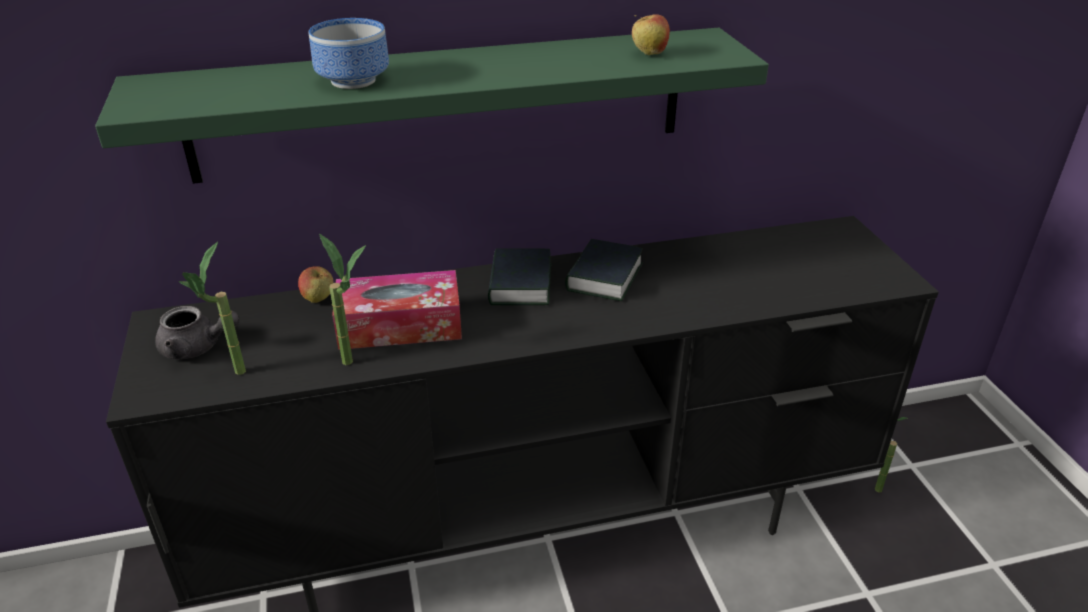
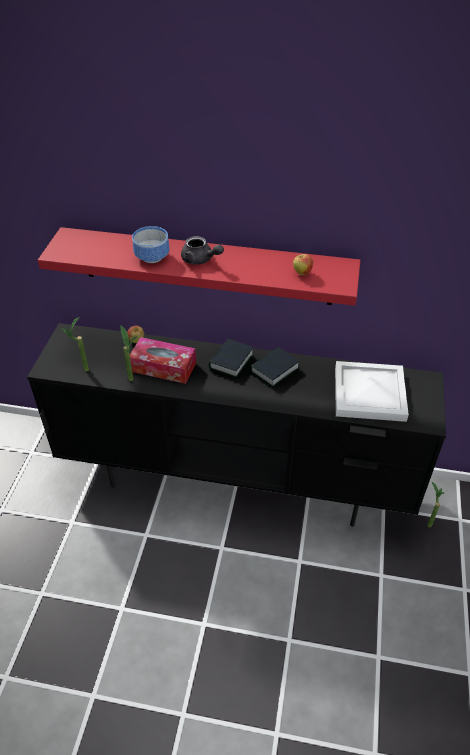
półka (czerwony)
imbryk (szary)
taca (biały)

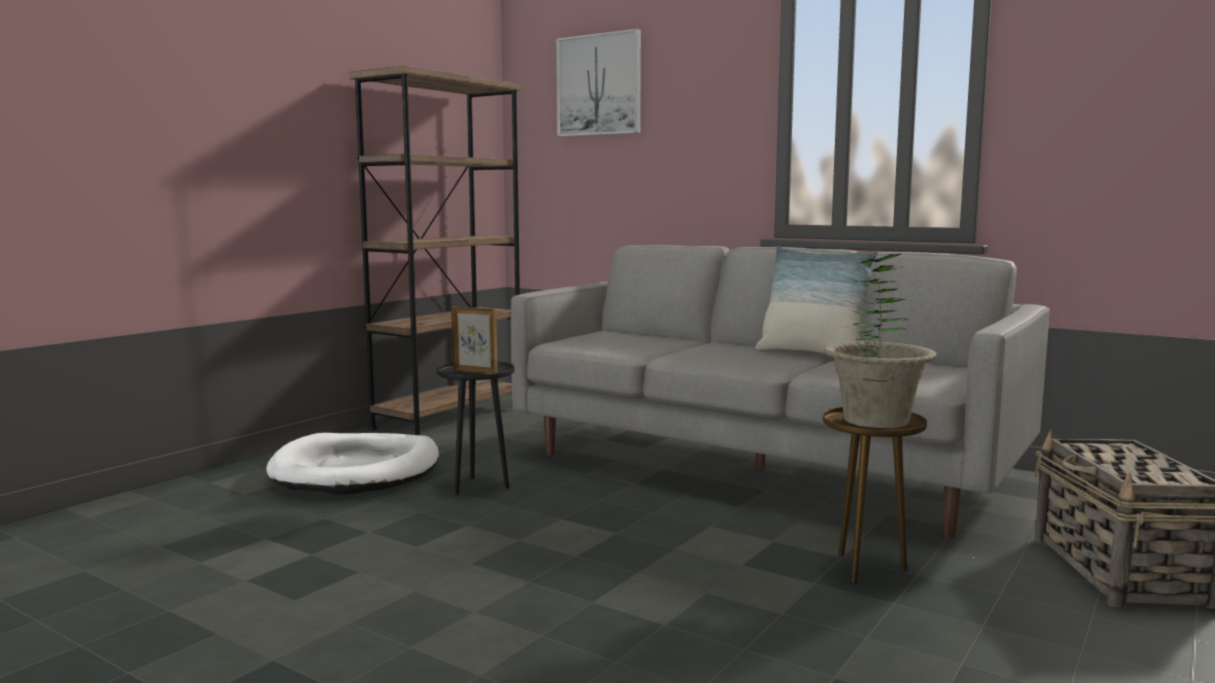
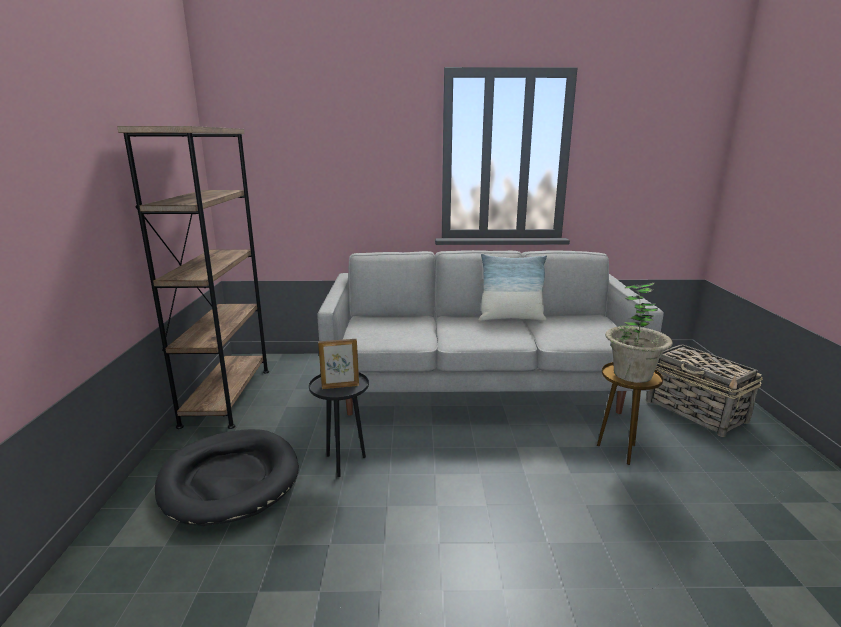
obraz
legowisko (czarny)

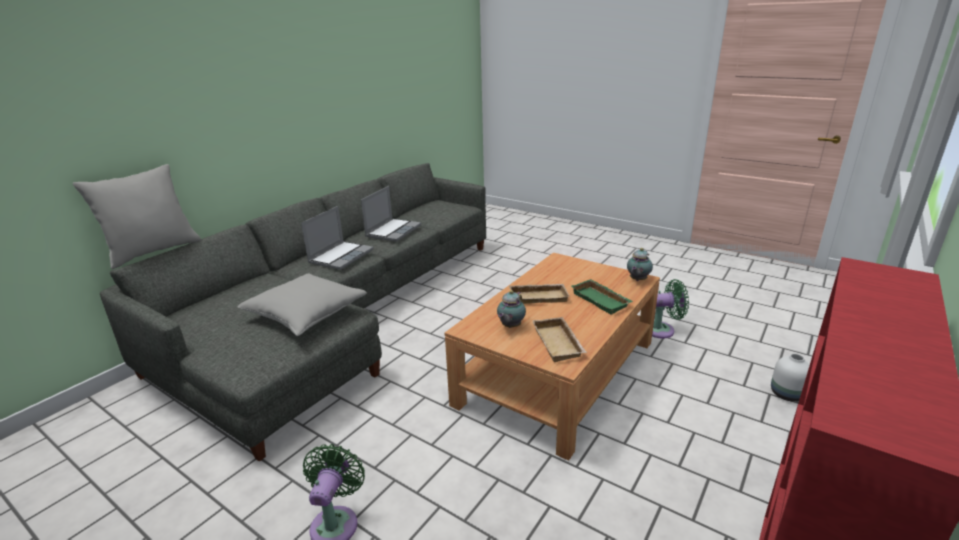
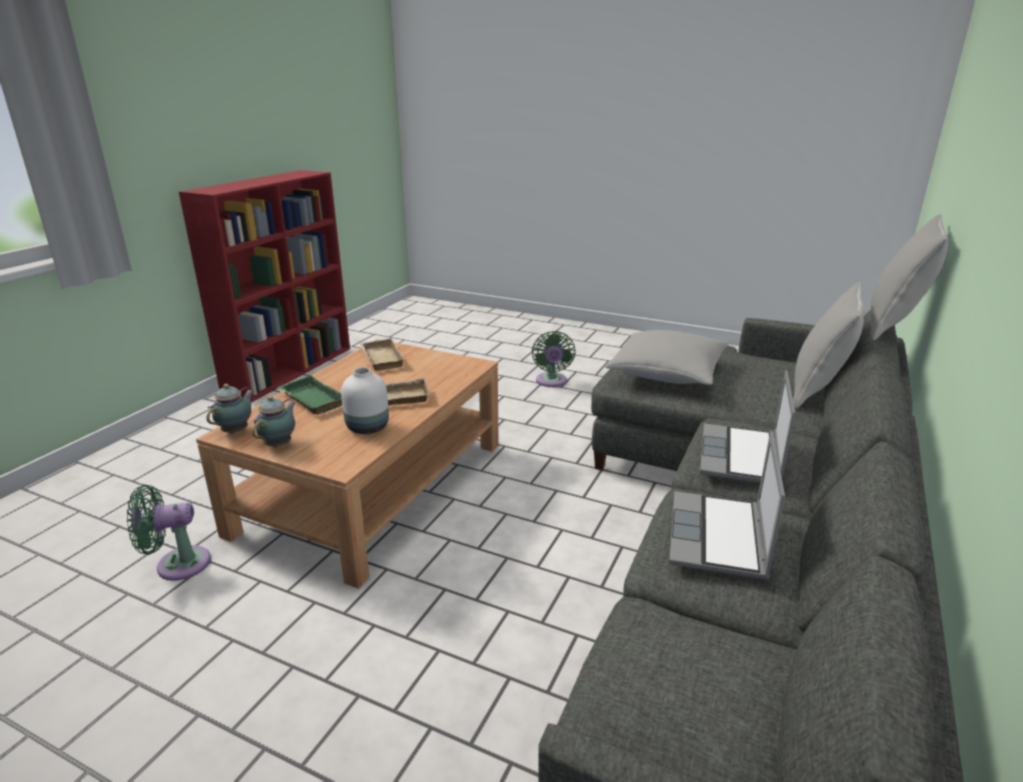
imbryk (no. 2 from left)
wazon (biały)
poduszka (szary) (no. 2 from left)

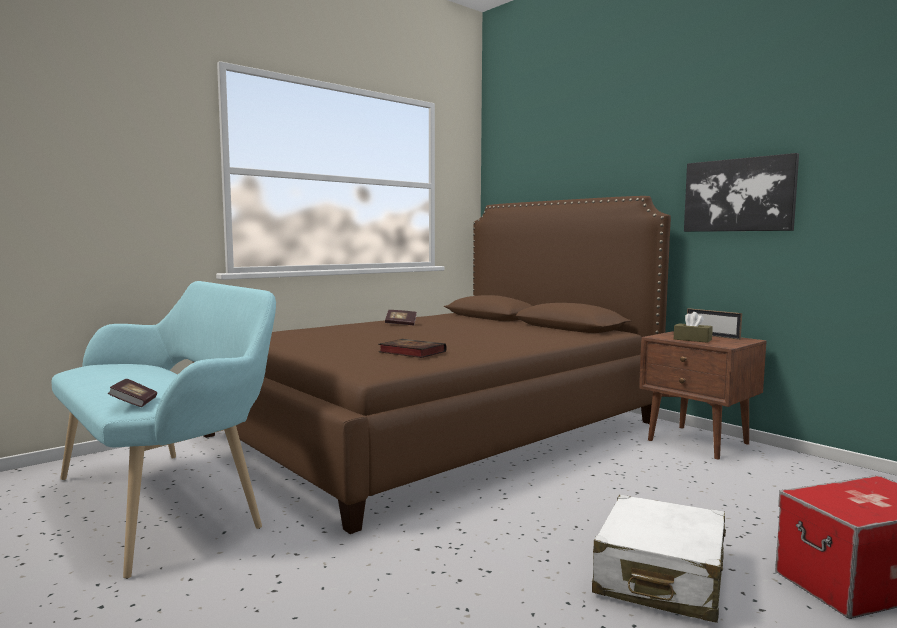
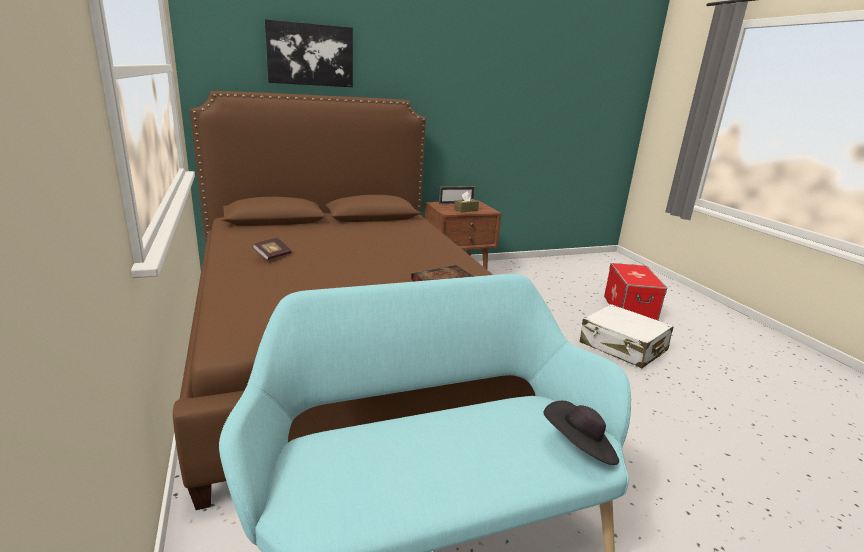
obraz
kapelusz (czarny)

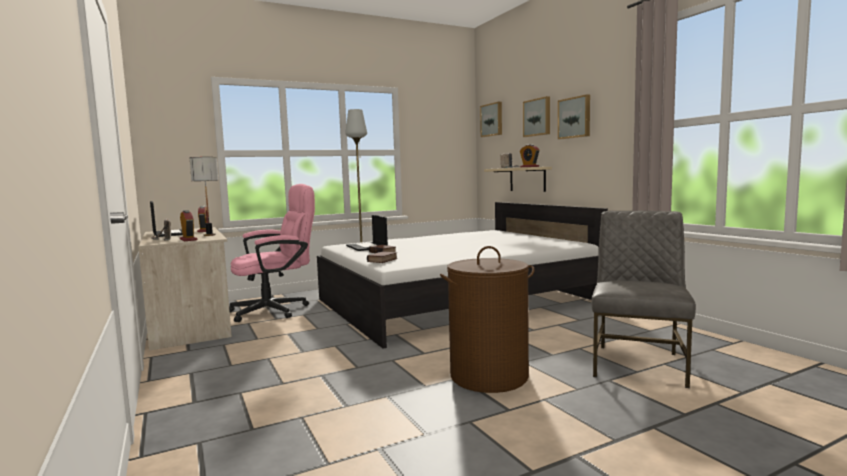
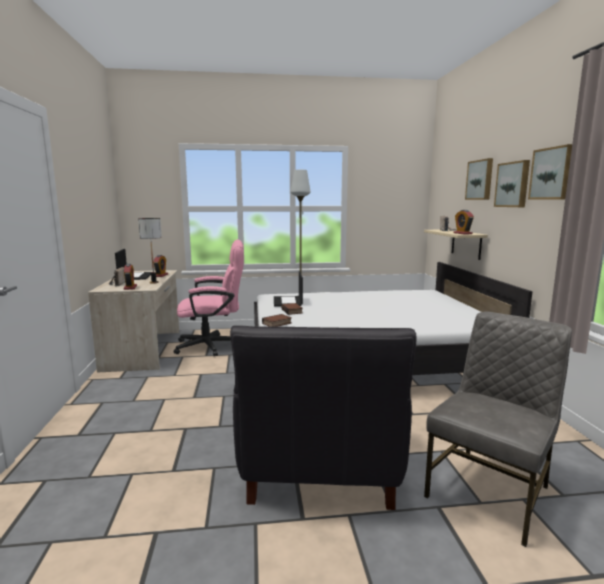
obraz (no. 3 from left)
fotel (czarny)

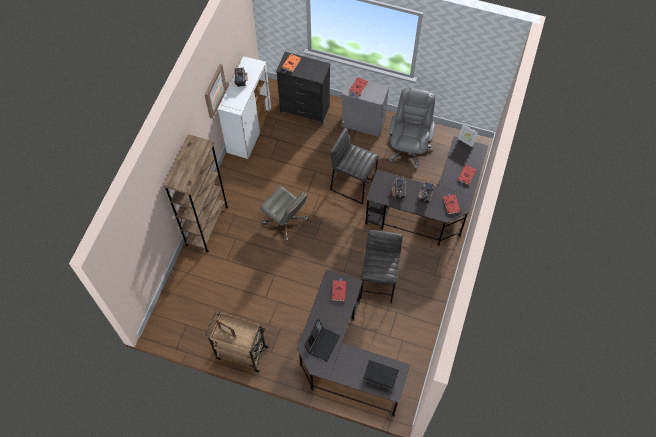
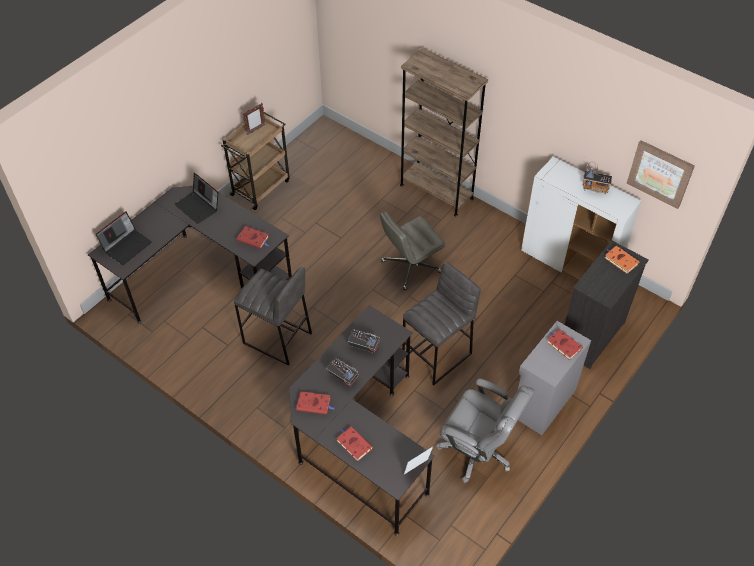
obraz

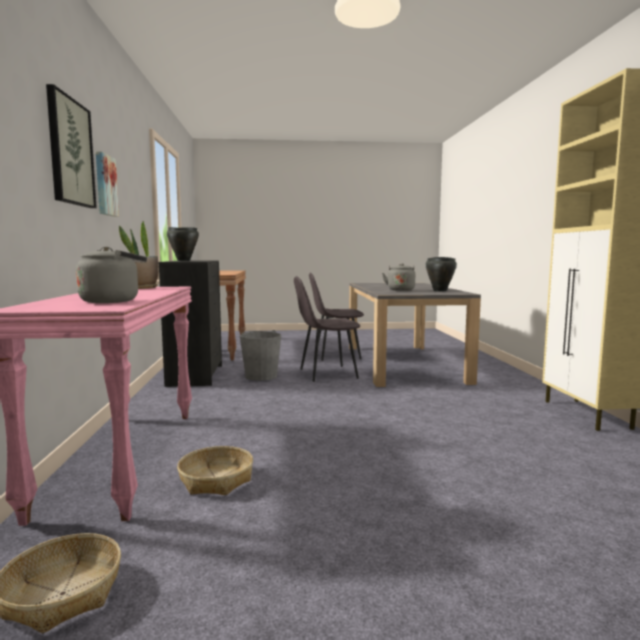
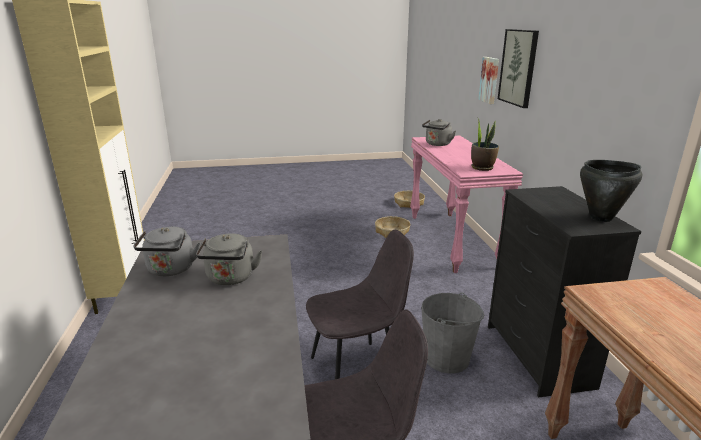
obraz (no. 1 from left)
czajnik (szary) (no. 1 from left)

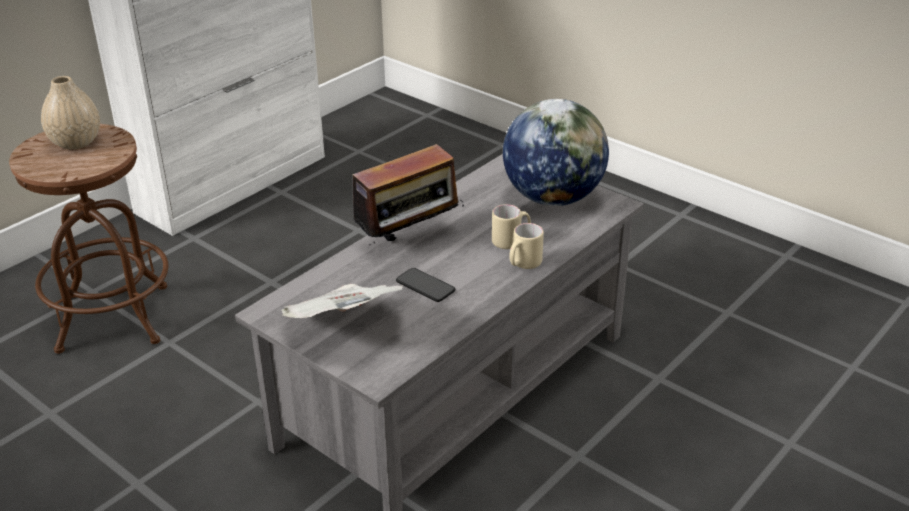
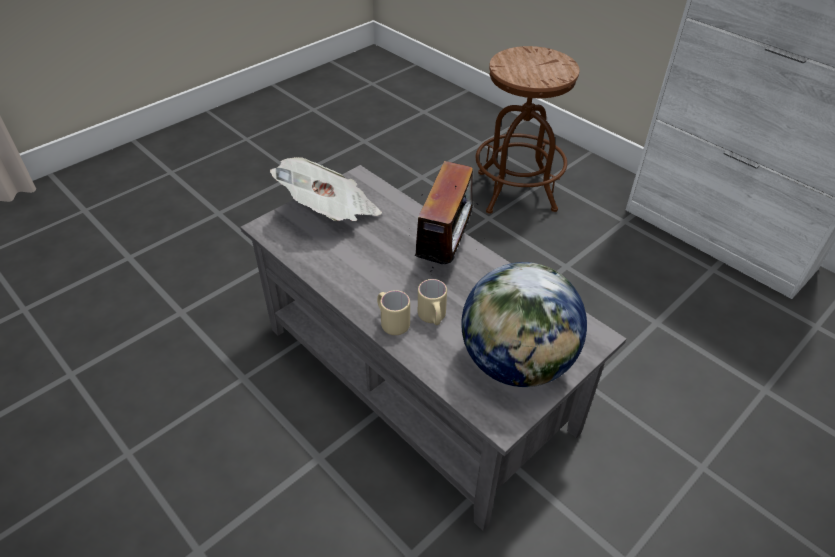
wazon (beżowy)
radio
telefon

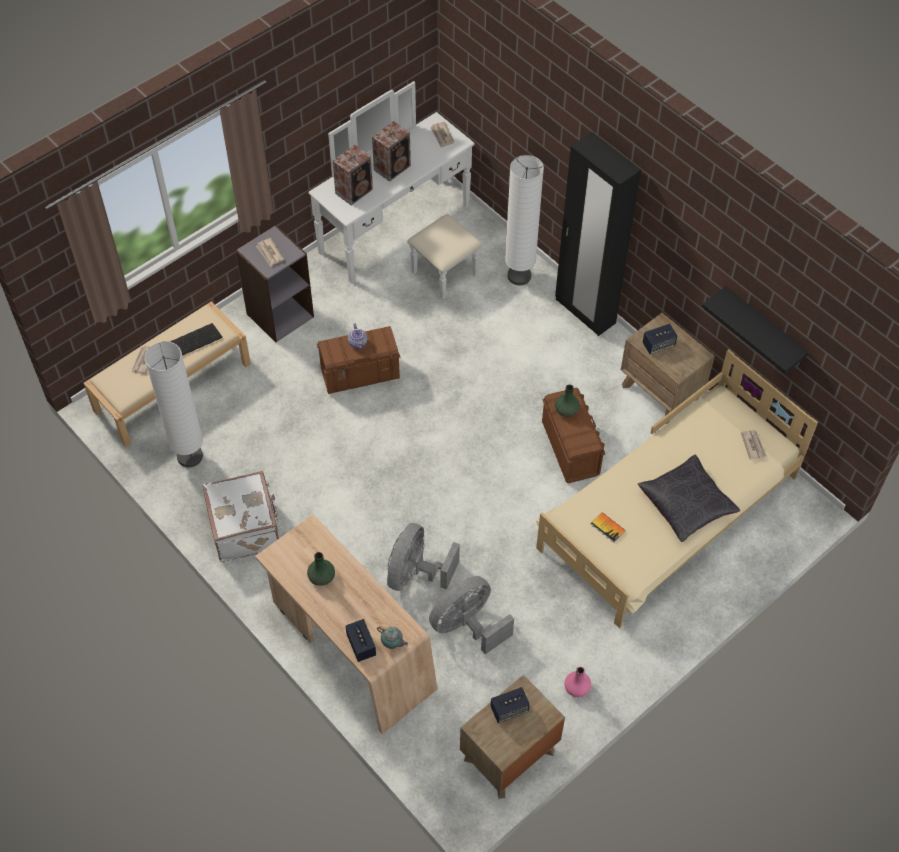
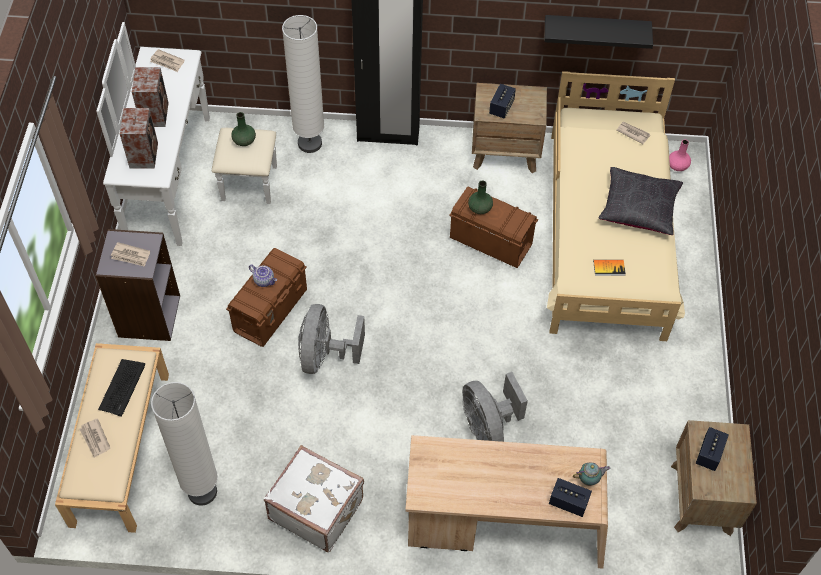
wazon (zielony) (no. 1 from left)
wentylator (szary) (no. 1 from left)
wazon (różowy)

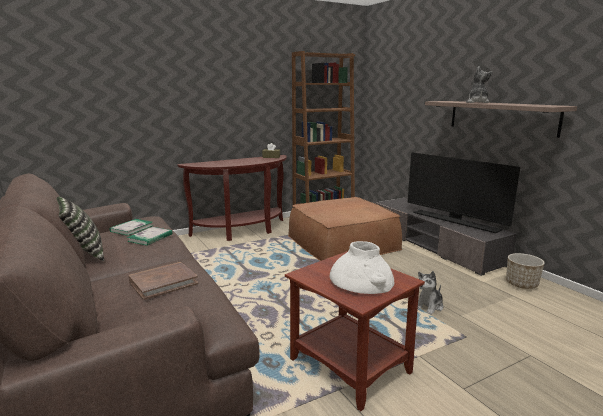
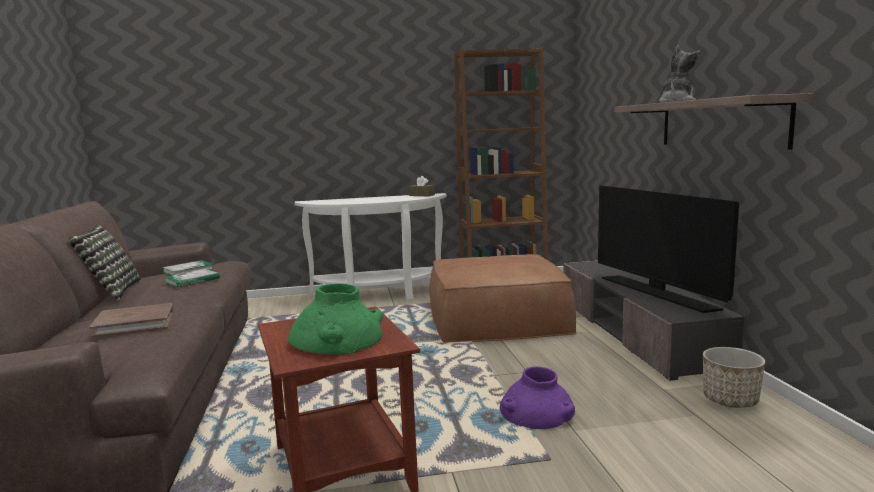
stolik konsolowy (biały)
wazon (zielony)
wazon (fioletowy)

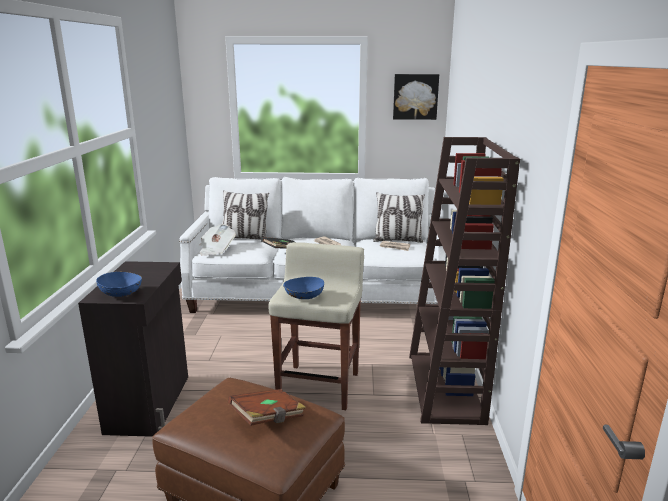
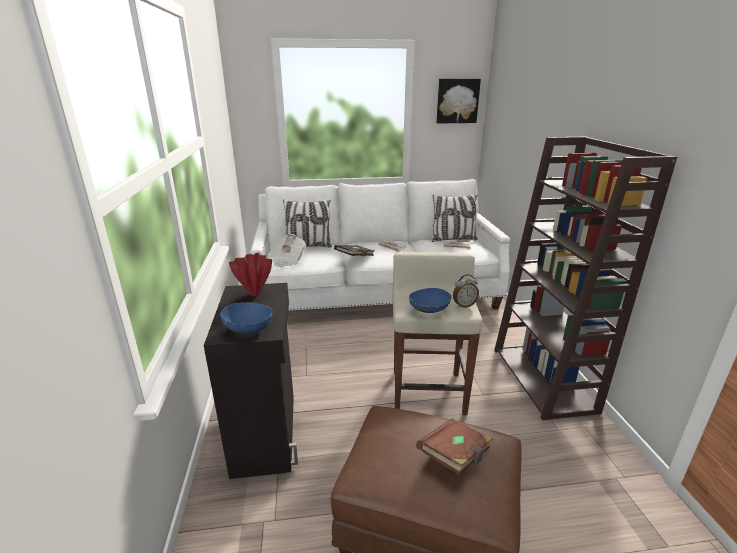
wazon (czerwony)
budzik

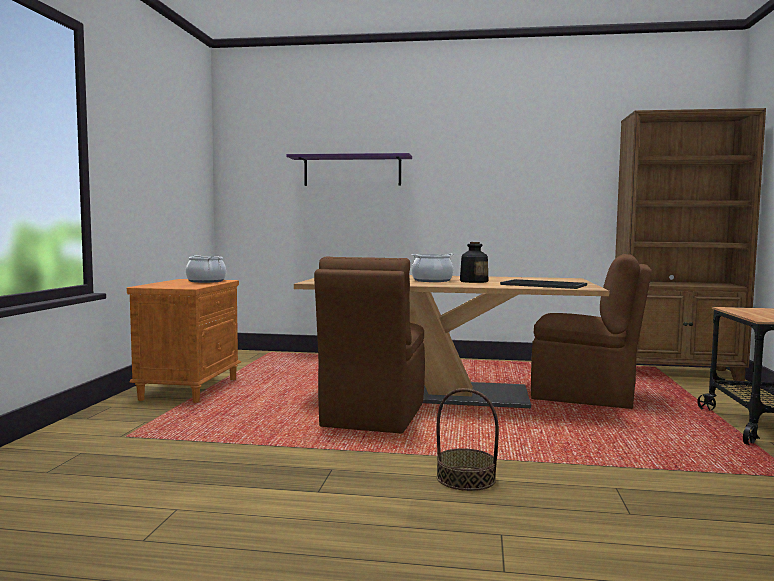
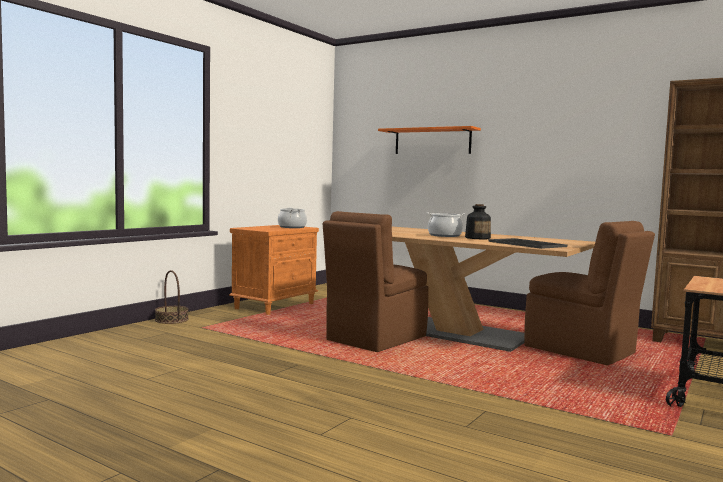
półka (pomarańczowy)
koszyk

